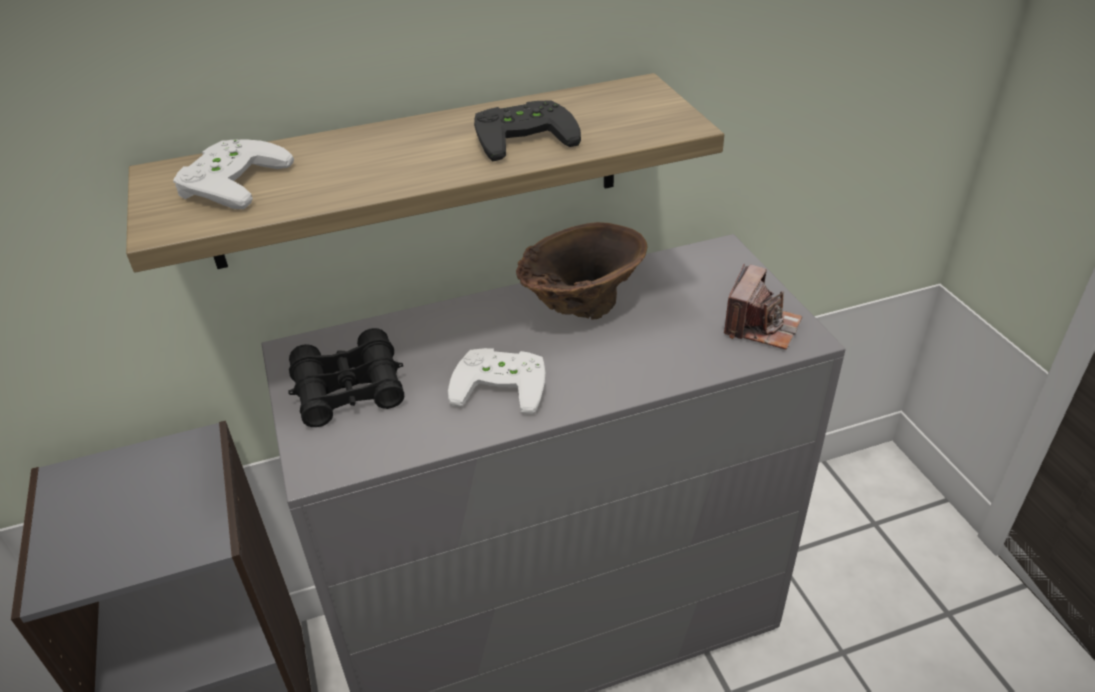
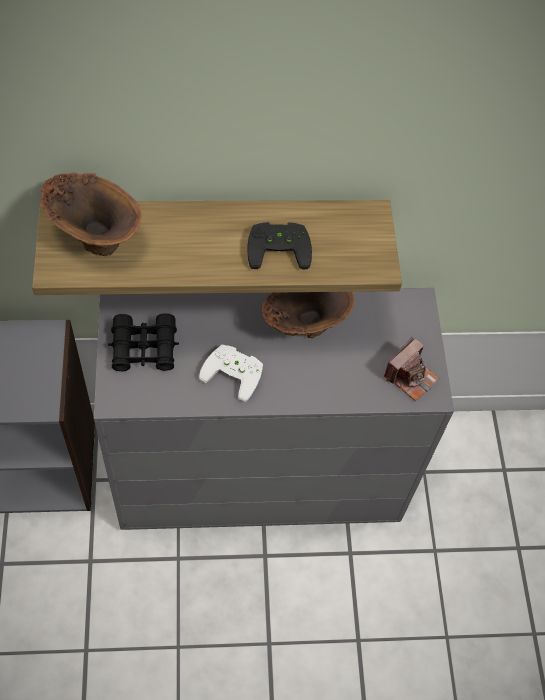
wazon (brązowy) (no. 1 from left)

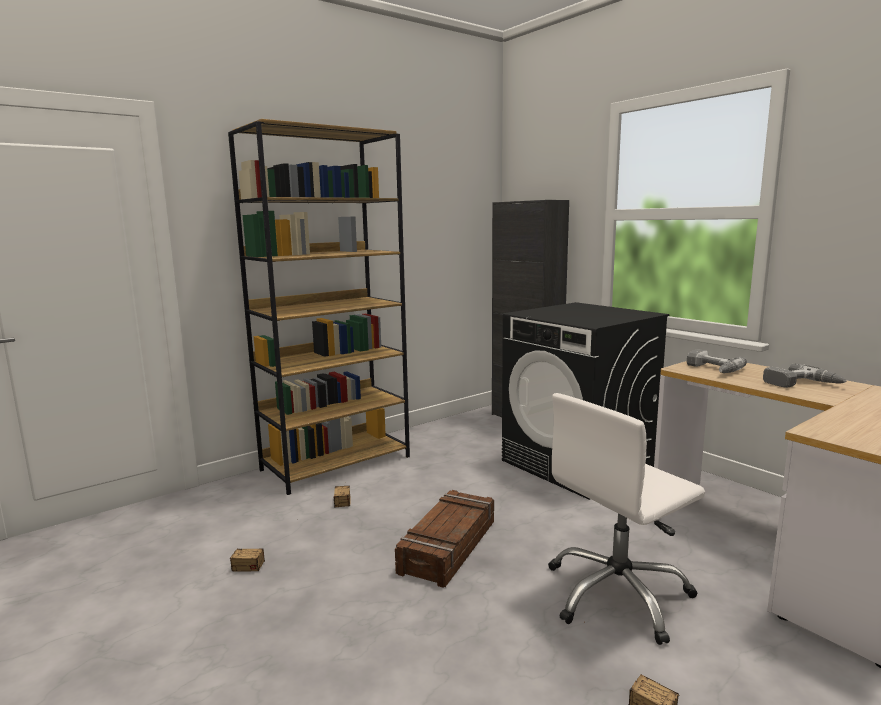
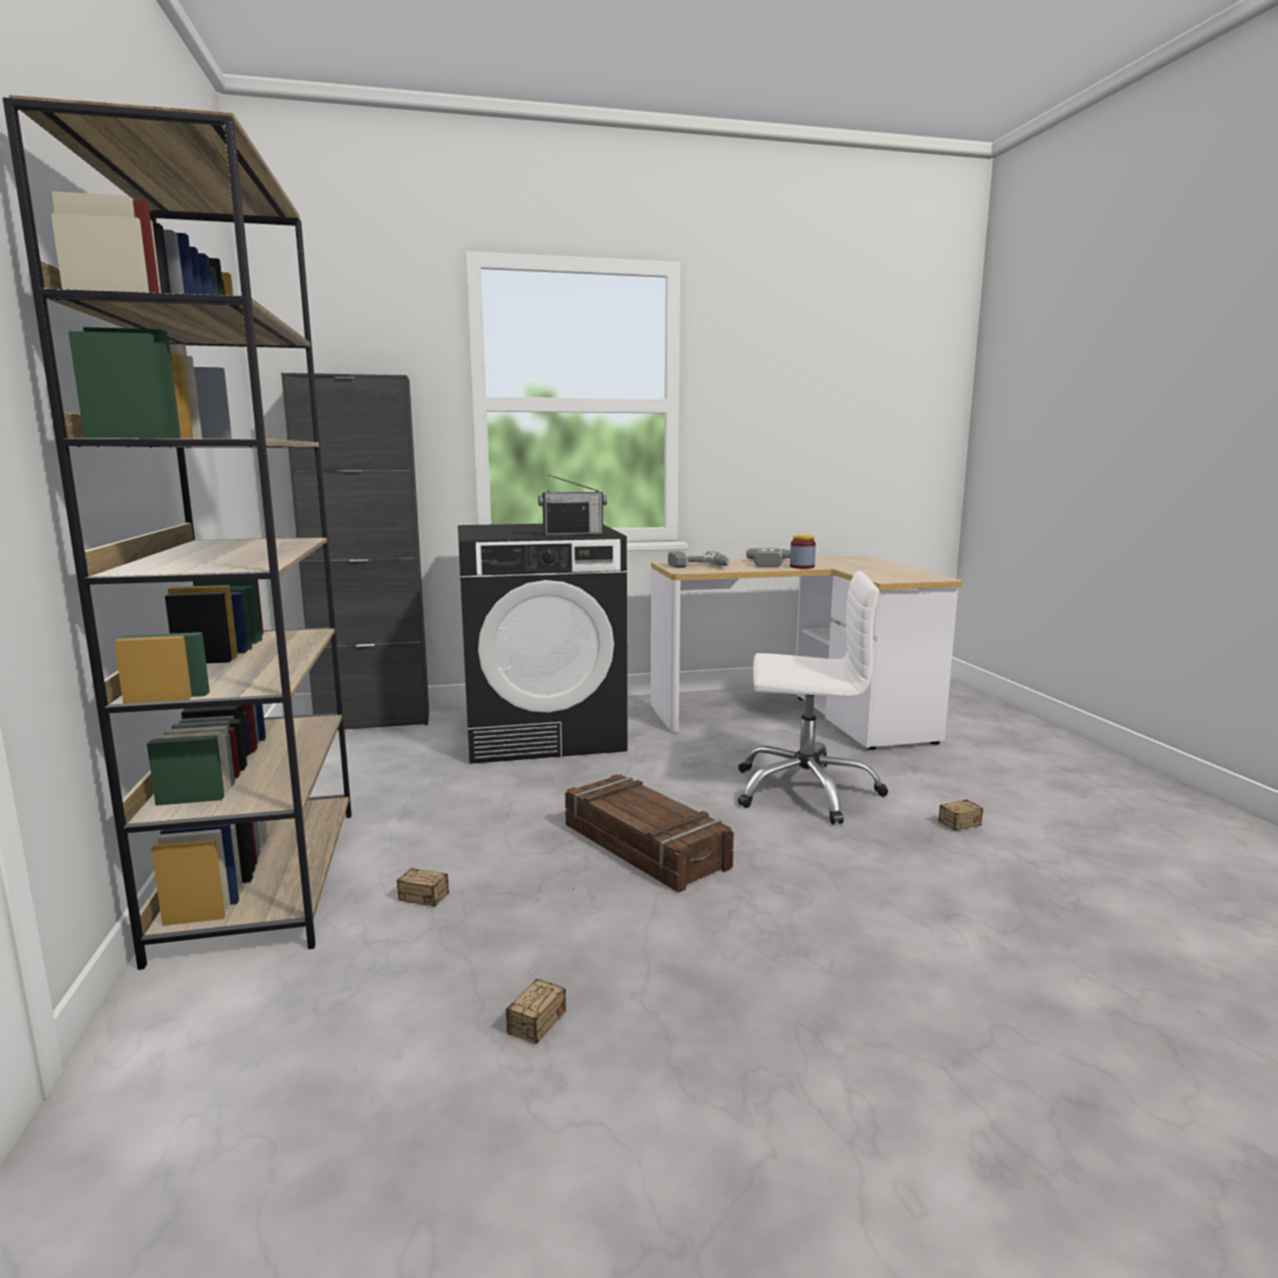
krzesło biurowe (biały)
radio
słoik

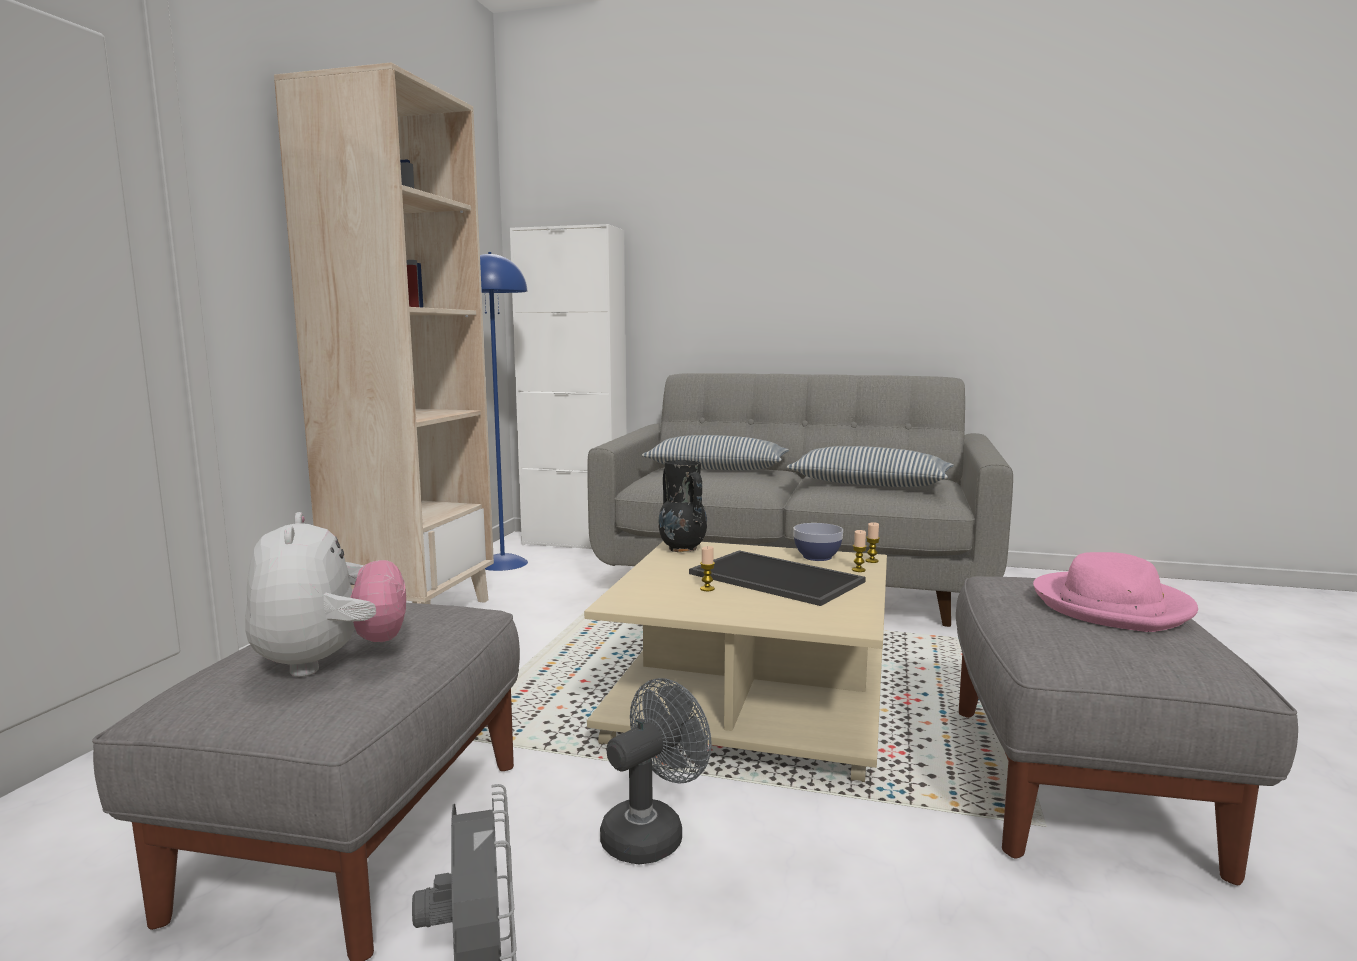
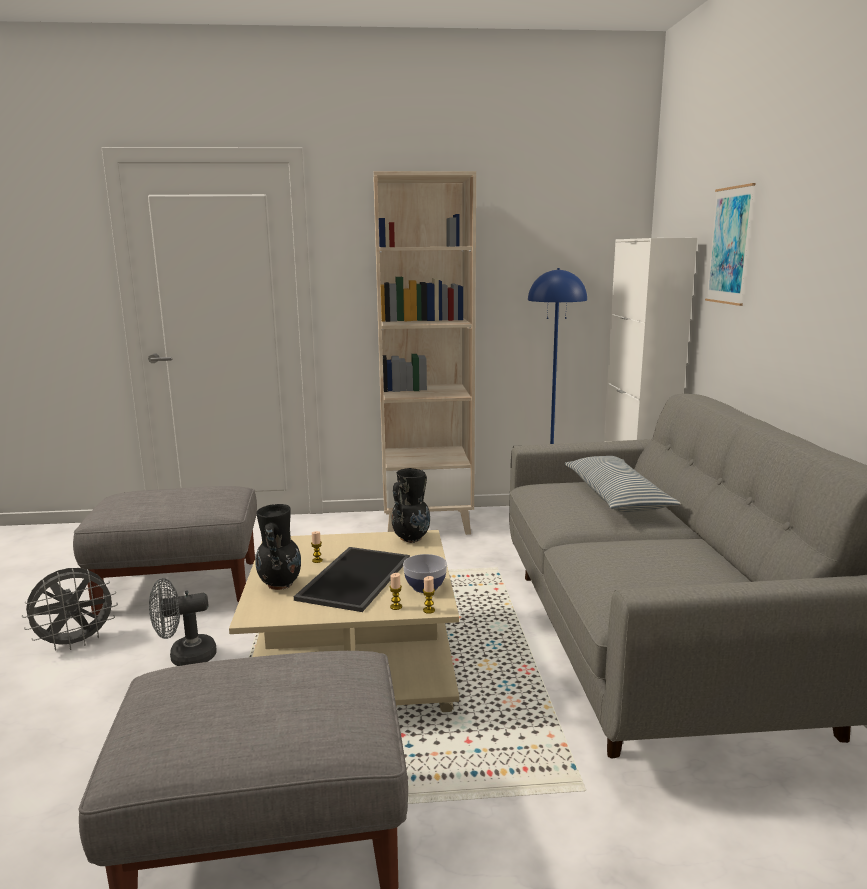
poduszka (no. 2 from left in the first image)
pluszak
kapelusz (różowy)
wentylator (szary) (no. 2 from left)
obraz
wazon (czarny) (no. 1 from left)

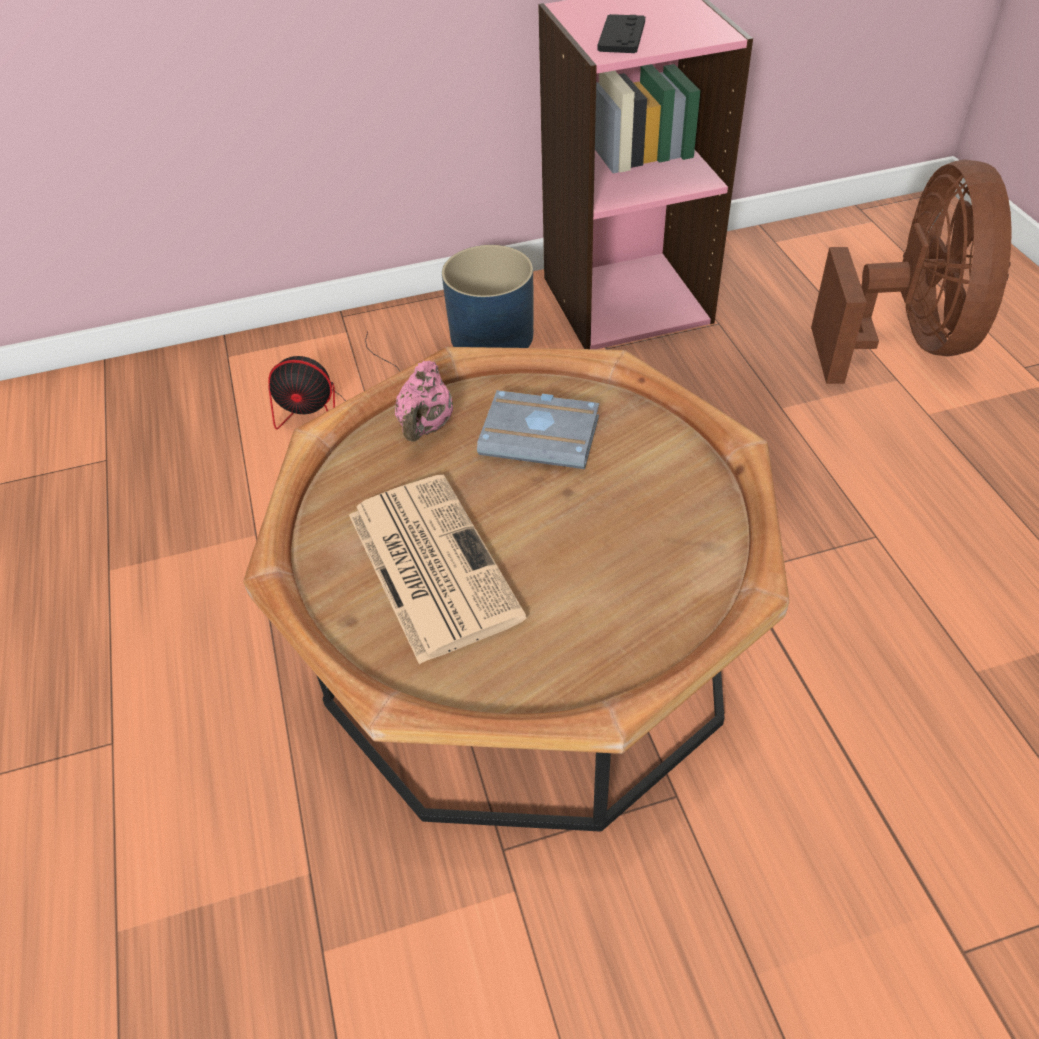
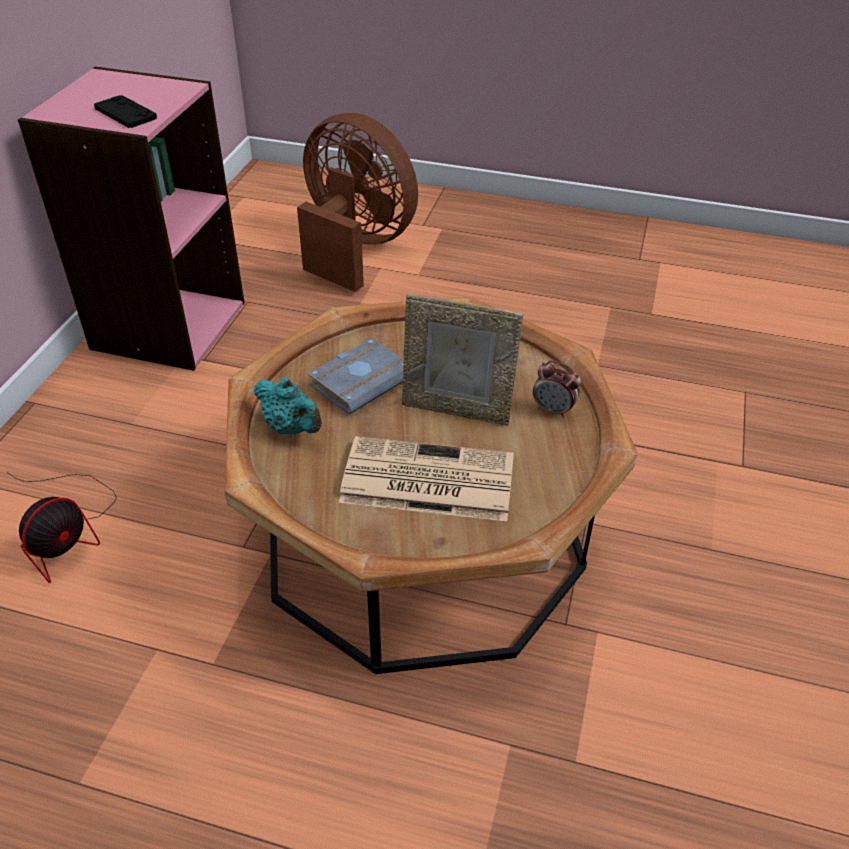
donica (niebieski)
imbryk (turkusowy)
ramka na zdjęcie
budzik

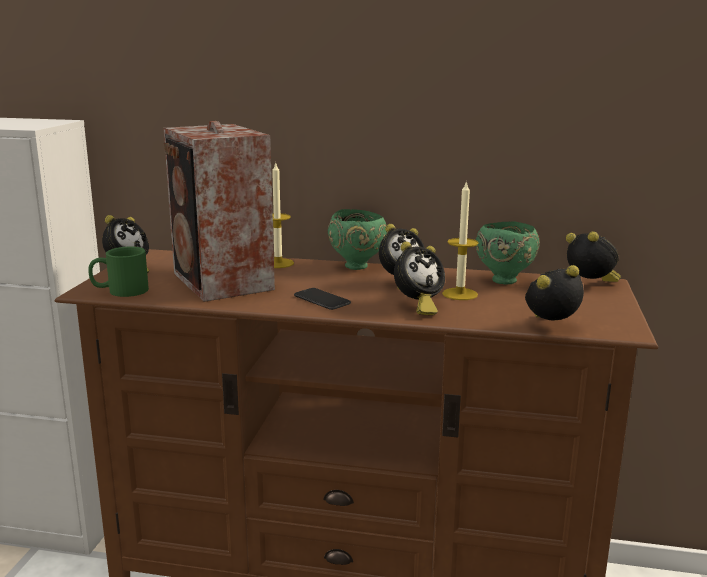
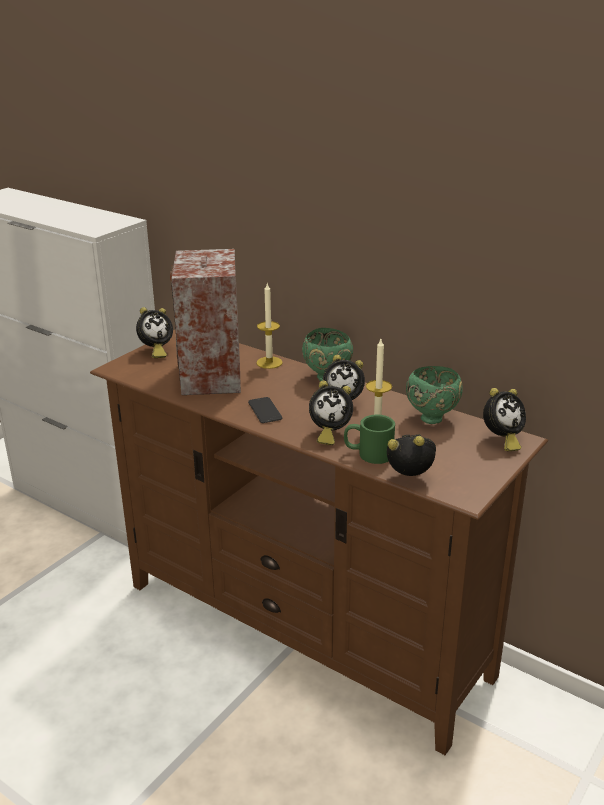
budzik (no. 5 from left)
kubek (zielony)

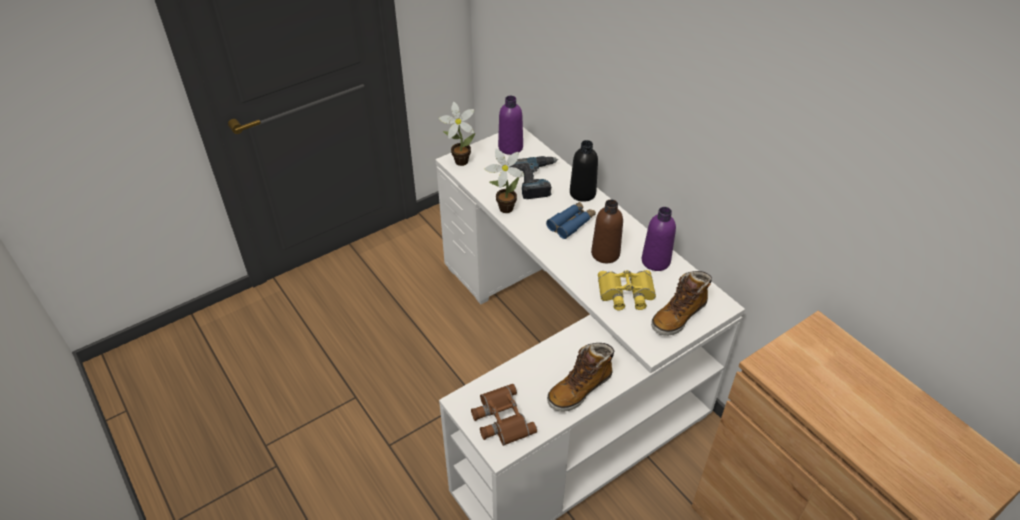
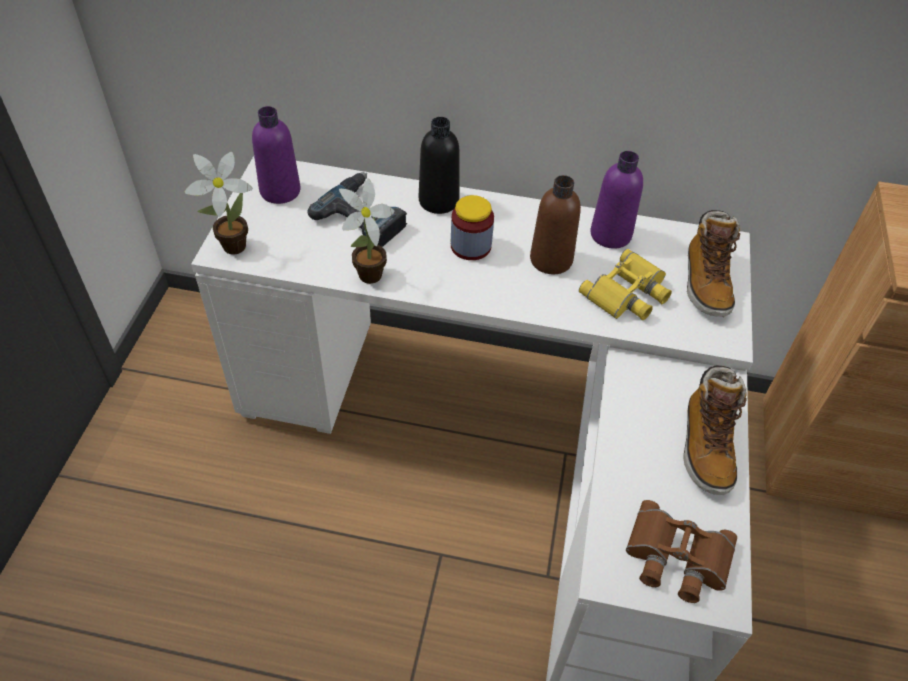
słoik

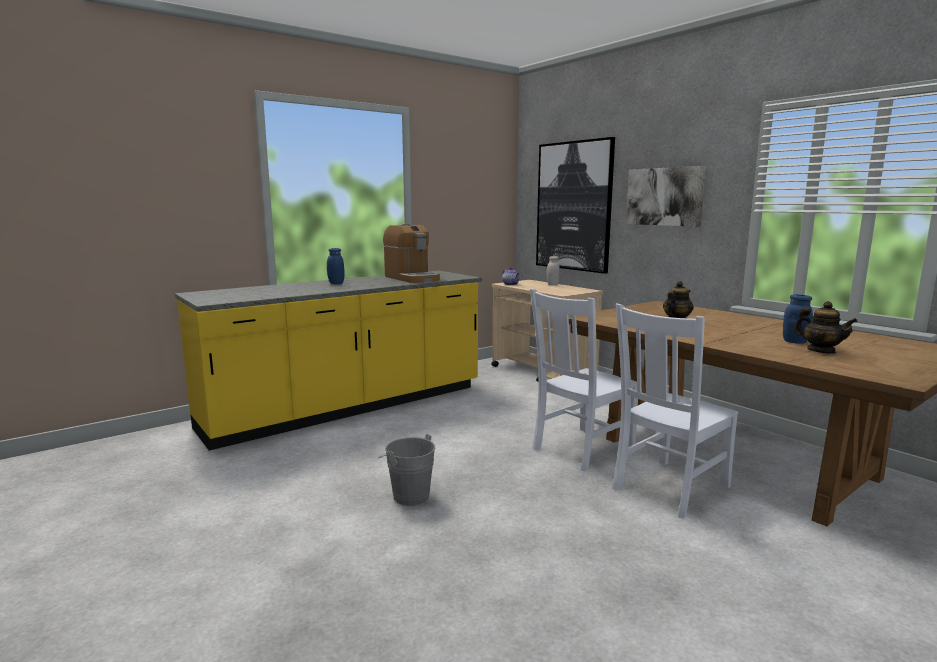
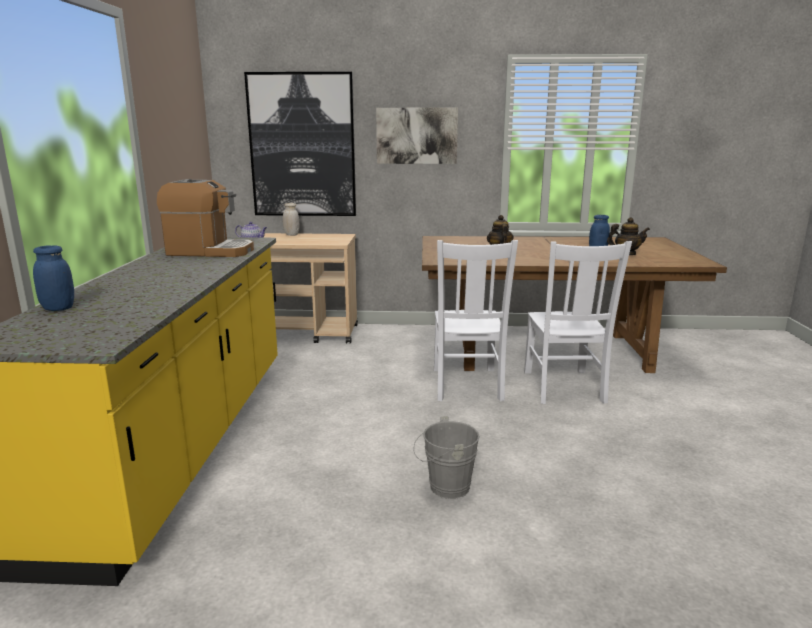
słoik (niebieski) (no. 1 from left)

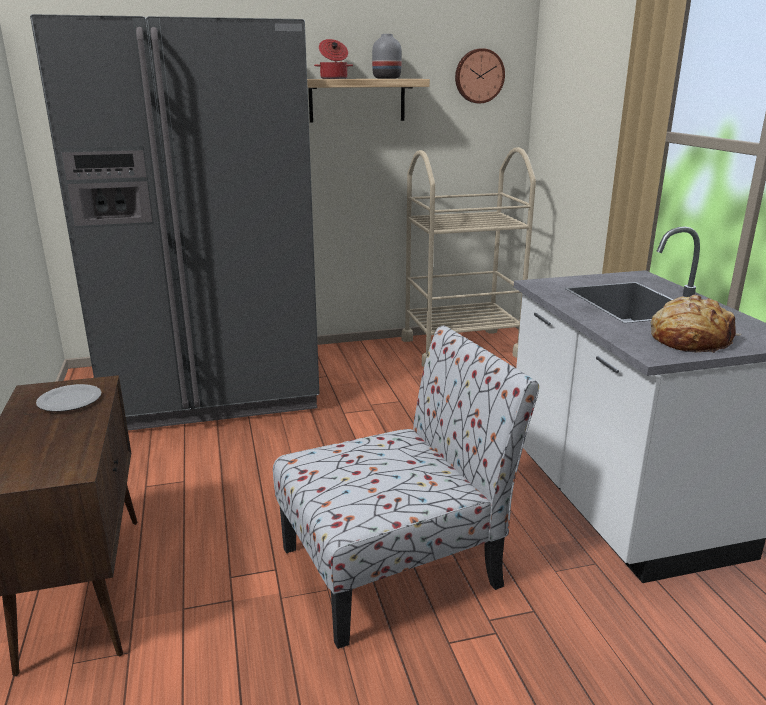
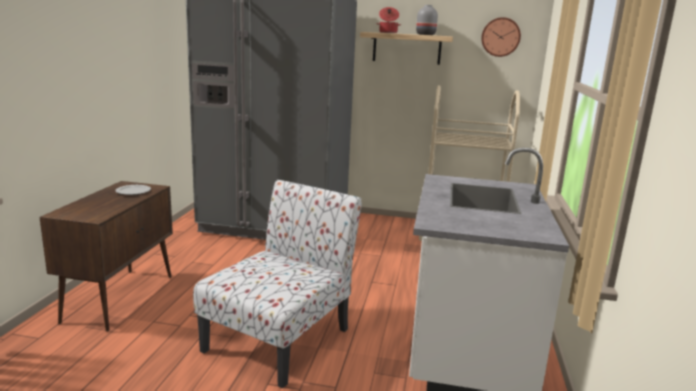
chleb
krzesło

